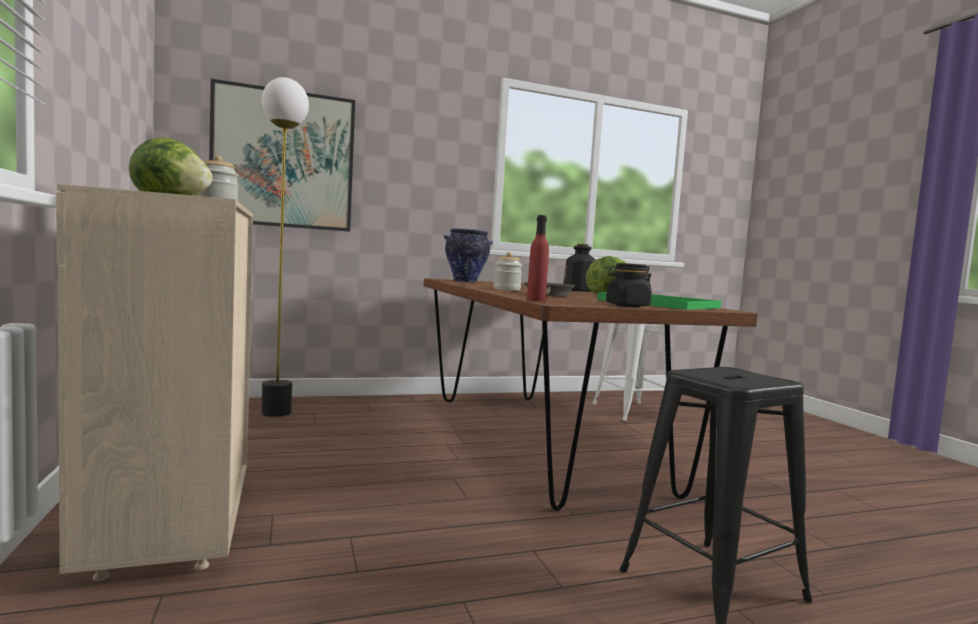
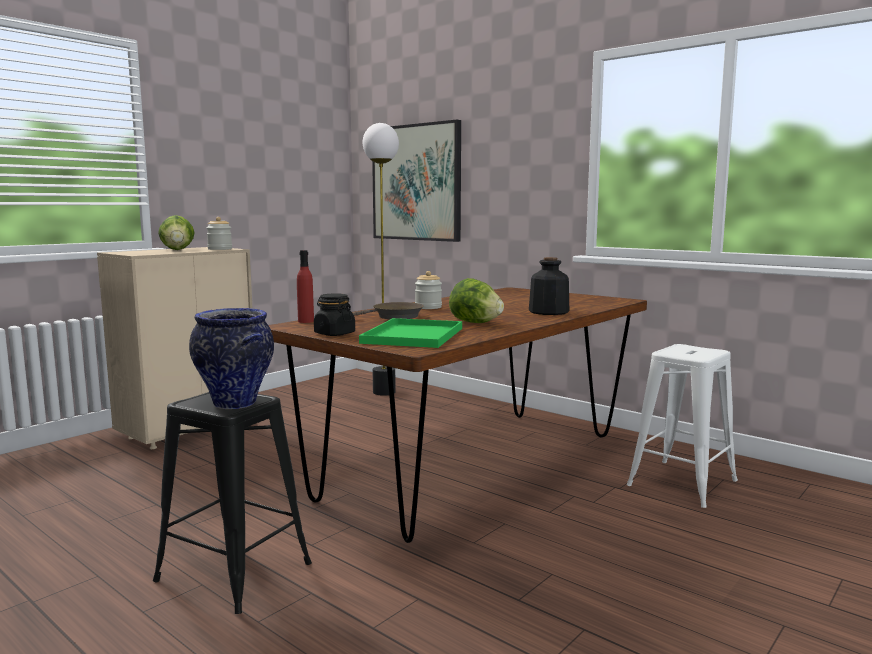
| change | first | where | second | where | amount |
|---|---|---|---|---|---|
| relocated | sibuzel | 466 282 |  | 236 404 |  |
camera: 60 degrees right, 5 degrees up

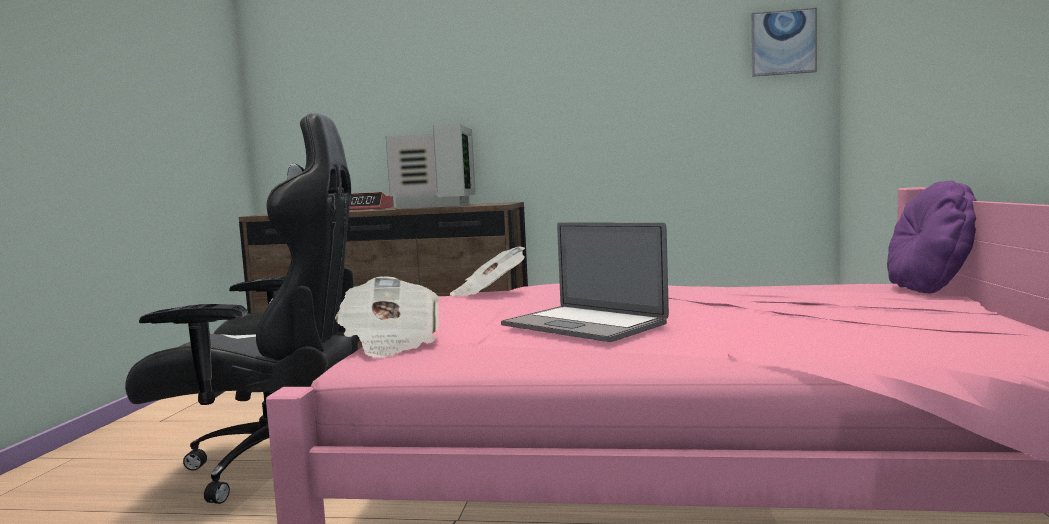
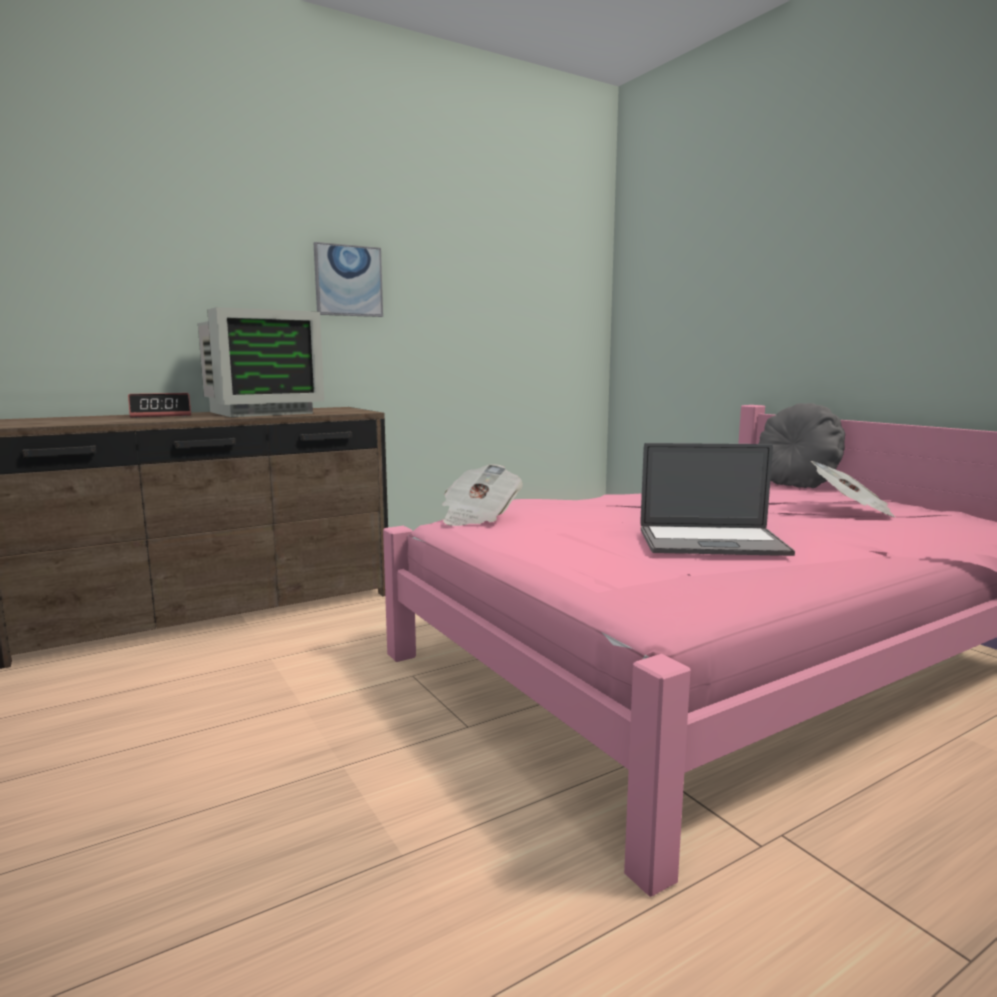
| change | first | where | second | where | amount |
|---|---|---|---|---|---|
| missing | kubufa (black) | 267 465 |  |  |  |
| relocated | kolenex | 390 344 |  | 851 510 |  |
| relocated | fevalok | 783 43 |  | 348 281 |  |
| colour | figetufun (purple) | 929 291 | figetufun (grey) | 796 486 |  |
| spun | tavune | 433 206 |  | 260 412 | 90 degrees clockwise |
camera: 40 degrees left, 5 degrees up

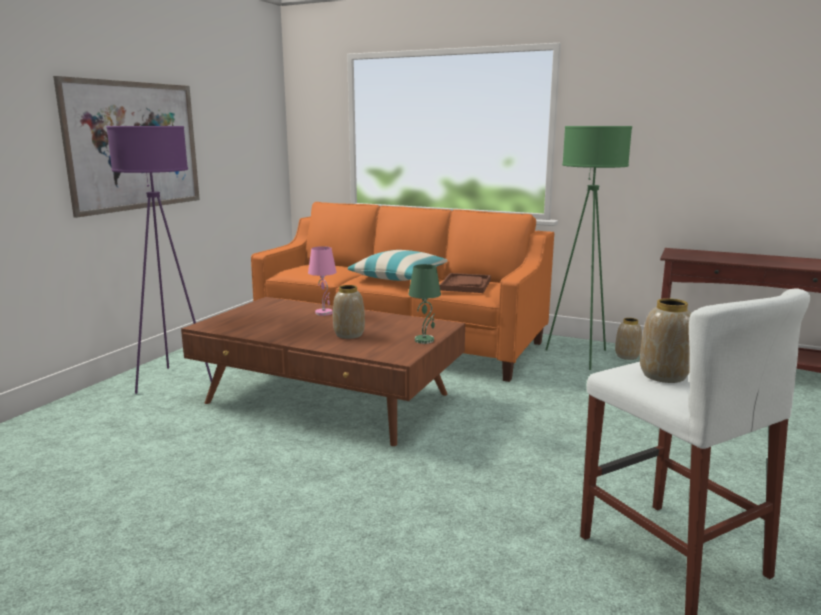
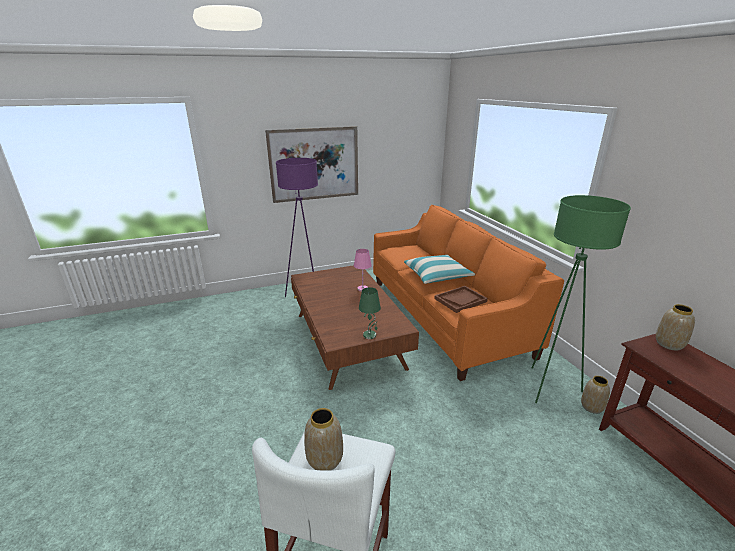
| change | first | where | second | where | amount |
|---|---|---|---|---|---|
| relocated | sibuzel | 349 335 |  | 669 344 |  |
camera: 45 degrees right, 10 degrees up

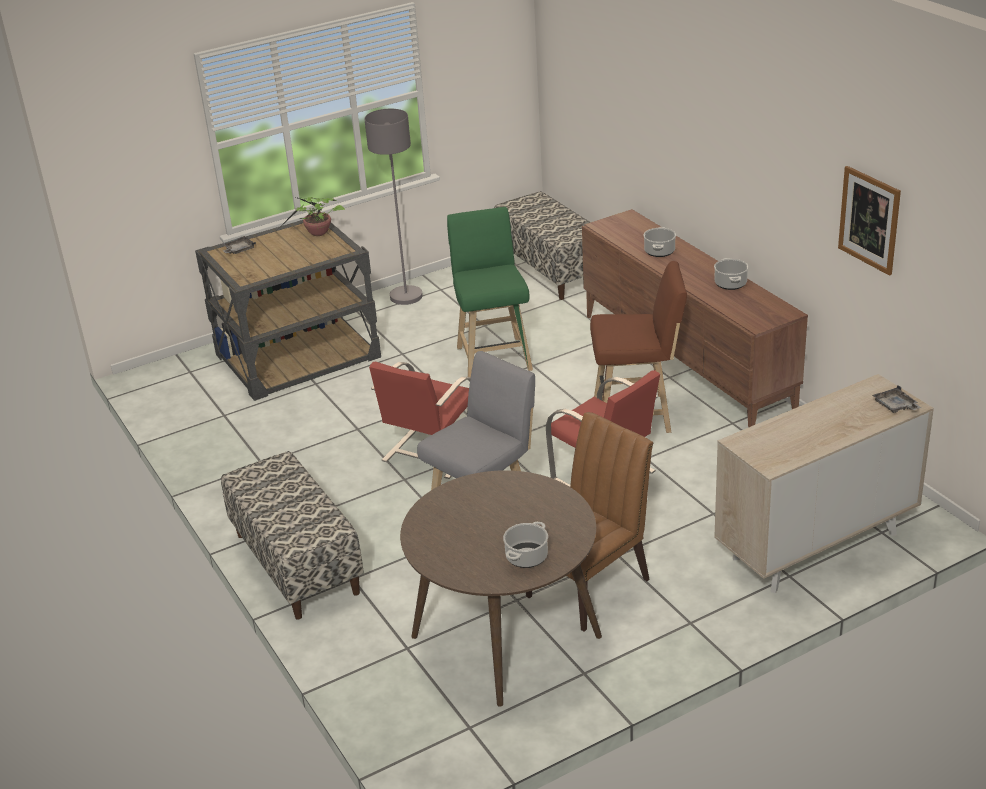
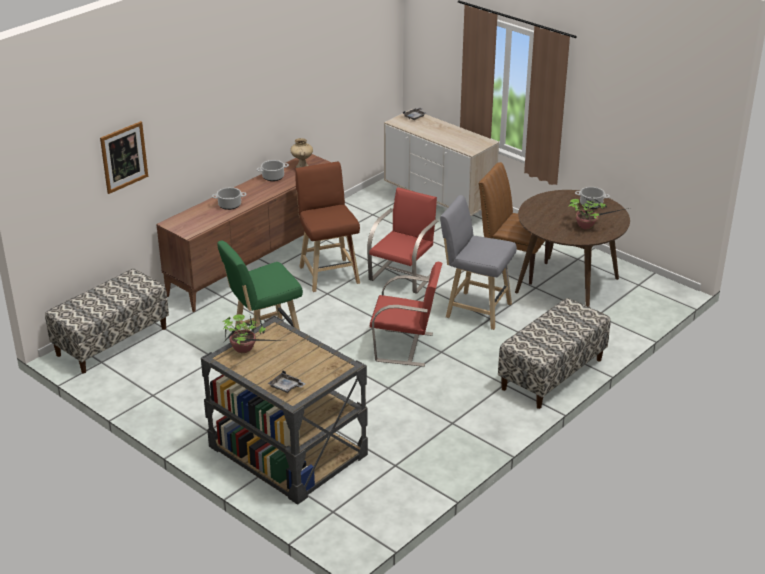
| change | first | where | second | where | amount |
|---|---|---|---|---|---|
| missing | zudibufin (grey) | 406 301 |  |  |  |
| appeared |  |  | sibuzel (beige) | 302 166 |  |
| appeared |  |  | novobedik | 587 226 |  |
| relocated | fevalok | 869 220 |  | 124 157 |  |
camera: 110 degrees left, 0 degrees up

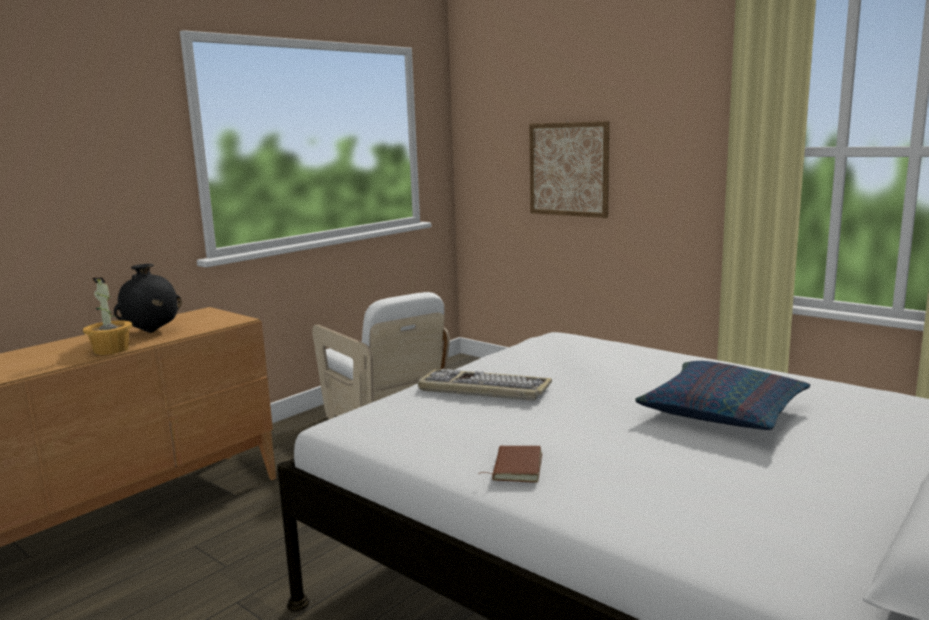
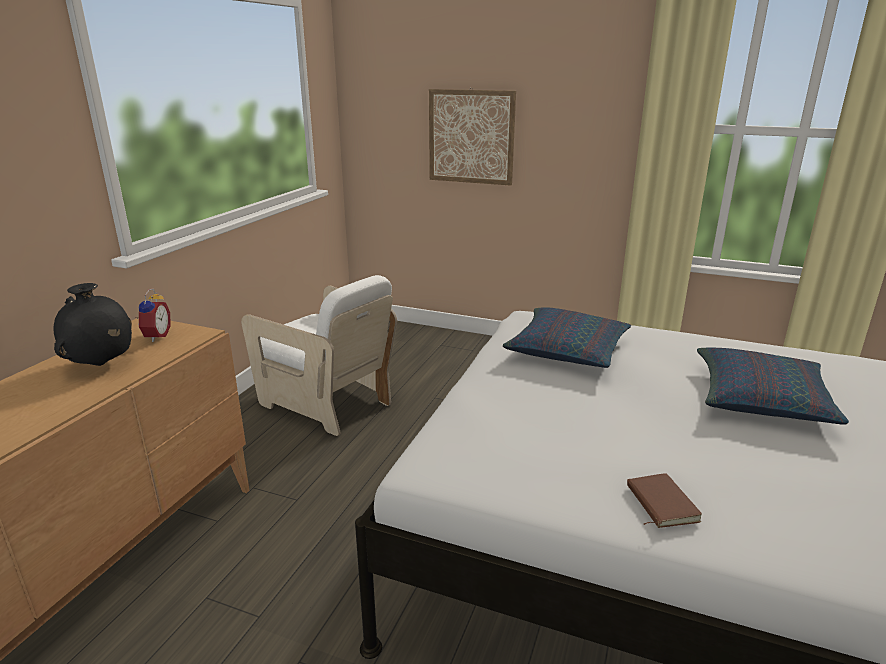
| change | first | where | second | where | amount |
|---|---|---|---|---|---|
| missing | novobedik | 111 350 |  |  |  |
| missing | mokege | 482 388 |  |  |  |
| appeared |  |  | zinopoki | 155 336 |  |
| appeared |  |  | figetufun (blue) | 567 350 |  |
camera: 20 degrees left, 10 degrees up

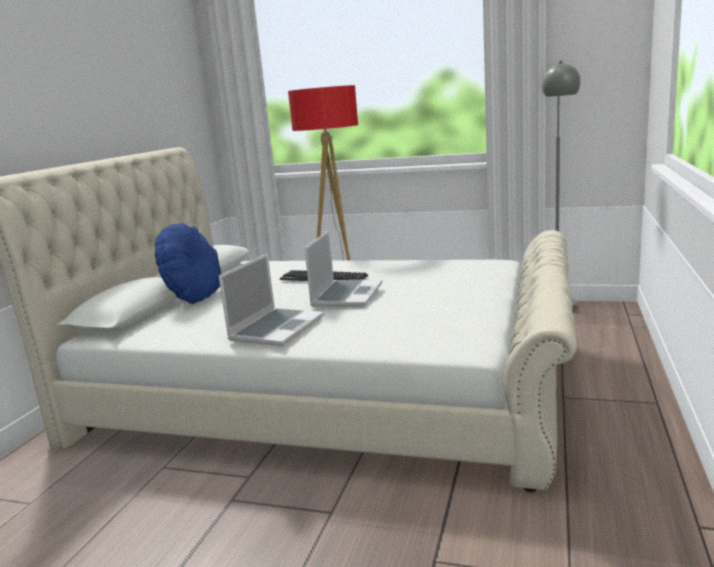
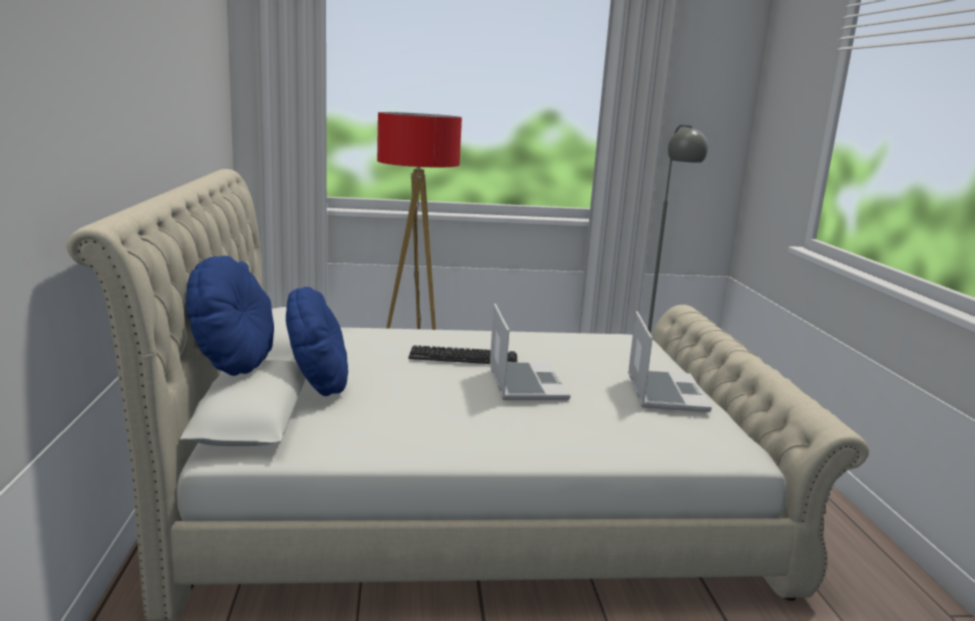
| change | first | where | second | where | amount |
|---|---|---|---|---|---|
| appeared |  |  | figetufun (blue) | 234 366 |  |
| relocated | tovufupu | 276 328 |  | 664 392 |  |
camera: 25 degrees left, 0 degrees up

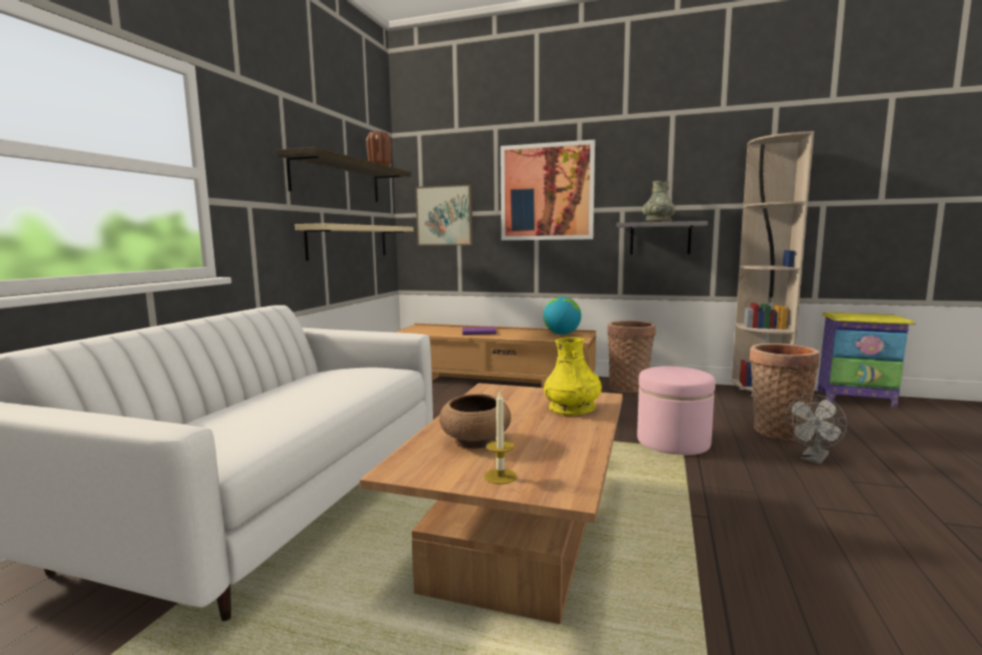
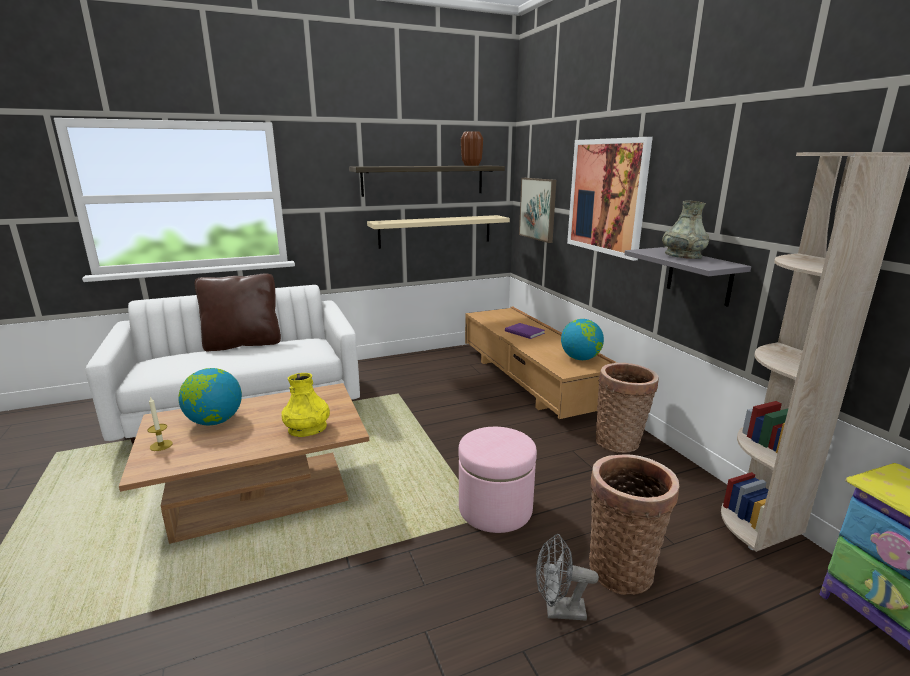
| change | first | where | second | where | amount |
|---|---|---|---|---|---|
| appeared |  |  | figetufun (brown) | 243 344 |  |
| exchanged | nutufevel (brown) | 476 441 | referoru | 215 421 |  |
camera: 50 degrees right, 10 degrees up

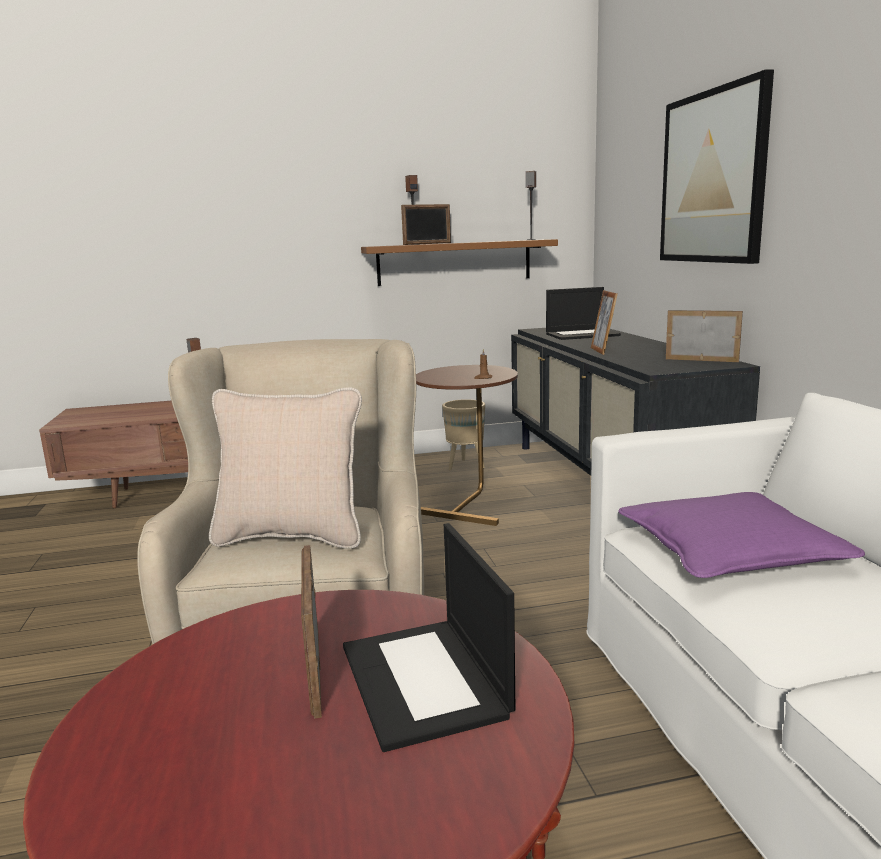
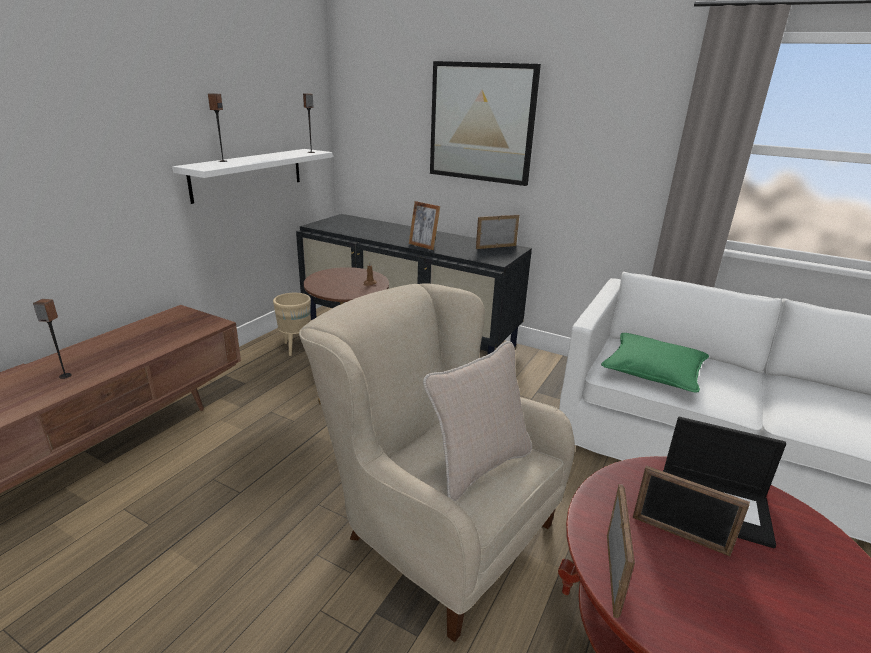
| change | first | where | second | where | amount |
|---|---|---|---|---|---|
| missing | tovufupu | 582 335 |  |  |  |
| relocated | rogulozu | 427 244 |  | 612 573 |  |
| colour | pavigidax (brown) | 454 262 | pavigidax (white) | 248 174 |  |
| colour | figetufun (purple) | 729 549 | figetufun (green) | 653 369 |  |
camera: 50 degrees left, 10 degrees up

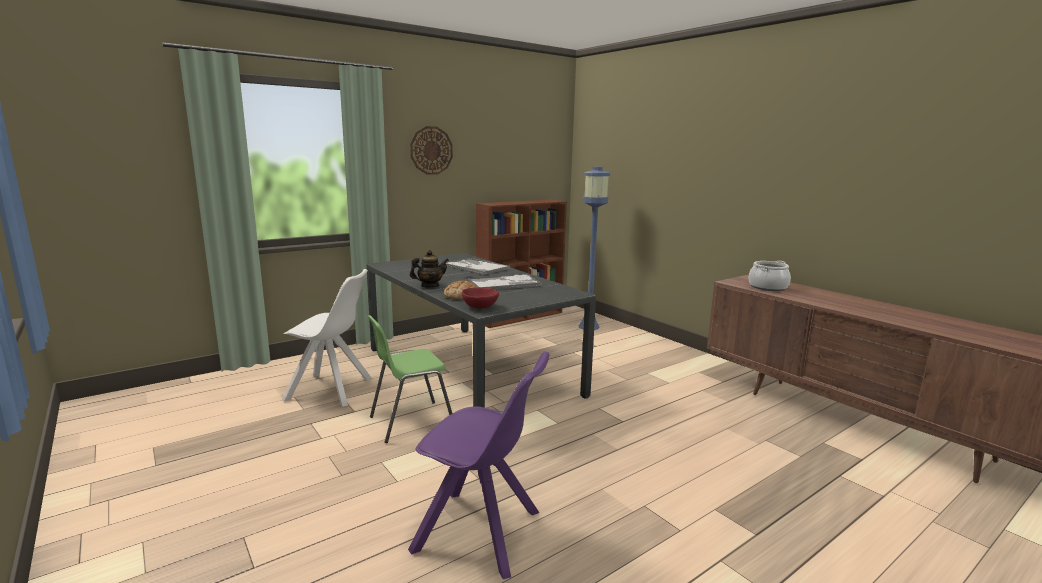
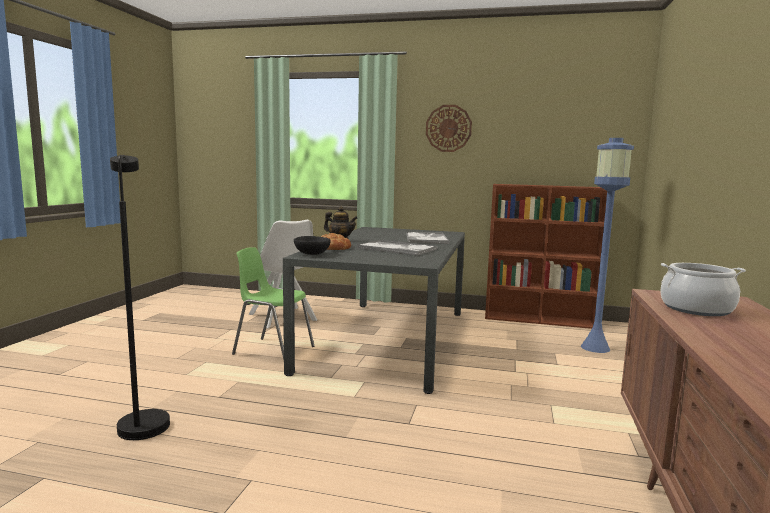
| change | first | where | second | where | amount |
|---|---|---|---|---|---|
| exchanged | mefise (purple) | 480 532 | zudibufin (black) | 142 421 |  |
| colour | nutufevel (red) | 480 307 | nutufevel (black) | 311 254 |  |
camera: 50 degrees right, 5 degrees down

